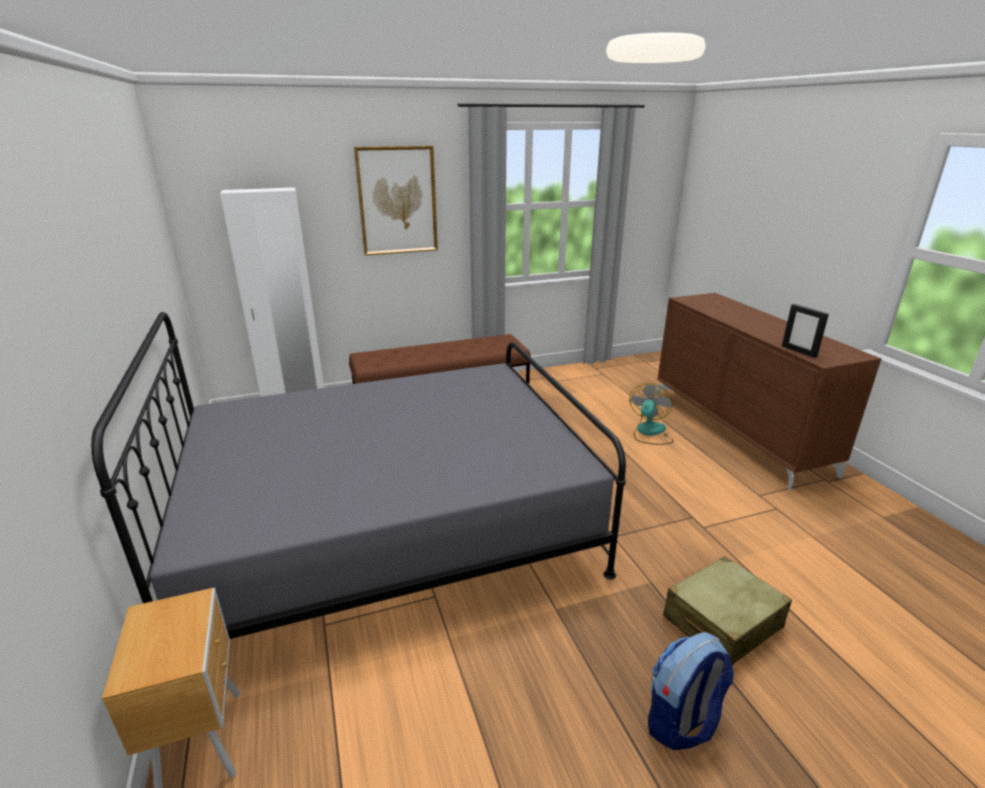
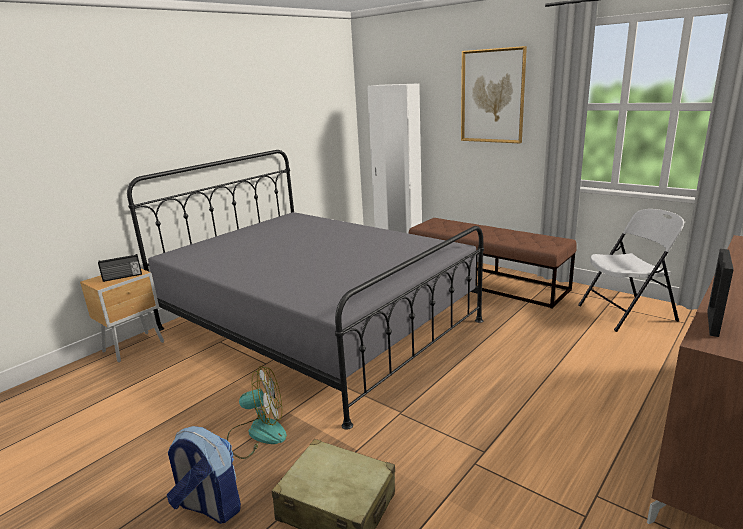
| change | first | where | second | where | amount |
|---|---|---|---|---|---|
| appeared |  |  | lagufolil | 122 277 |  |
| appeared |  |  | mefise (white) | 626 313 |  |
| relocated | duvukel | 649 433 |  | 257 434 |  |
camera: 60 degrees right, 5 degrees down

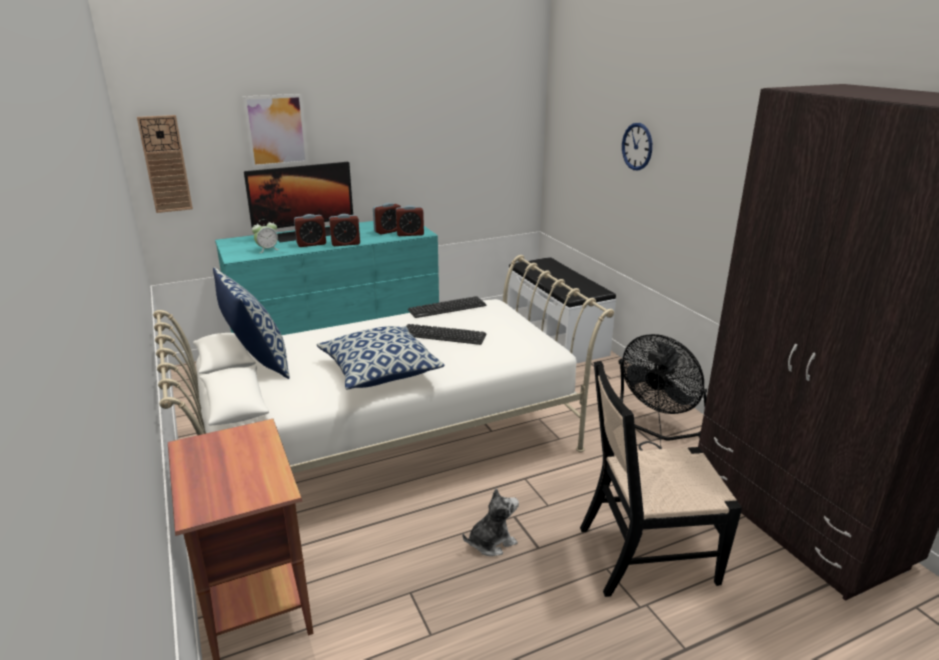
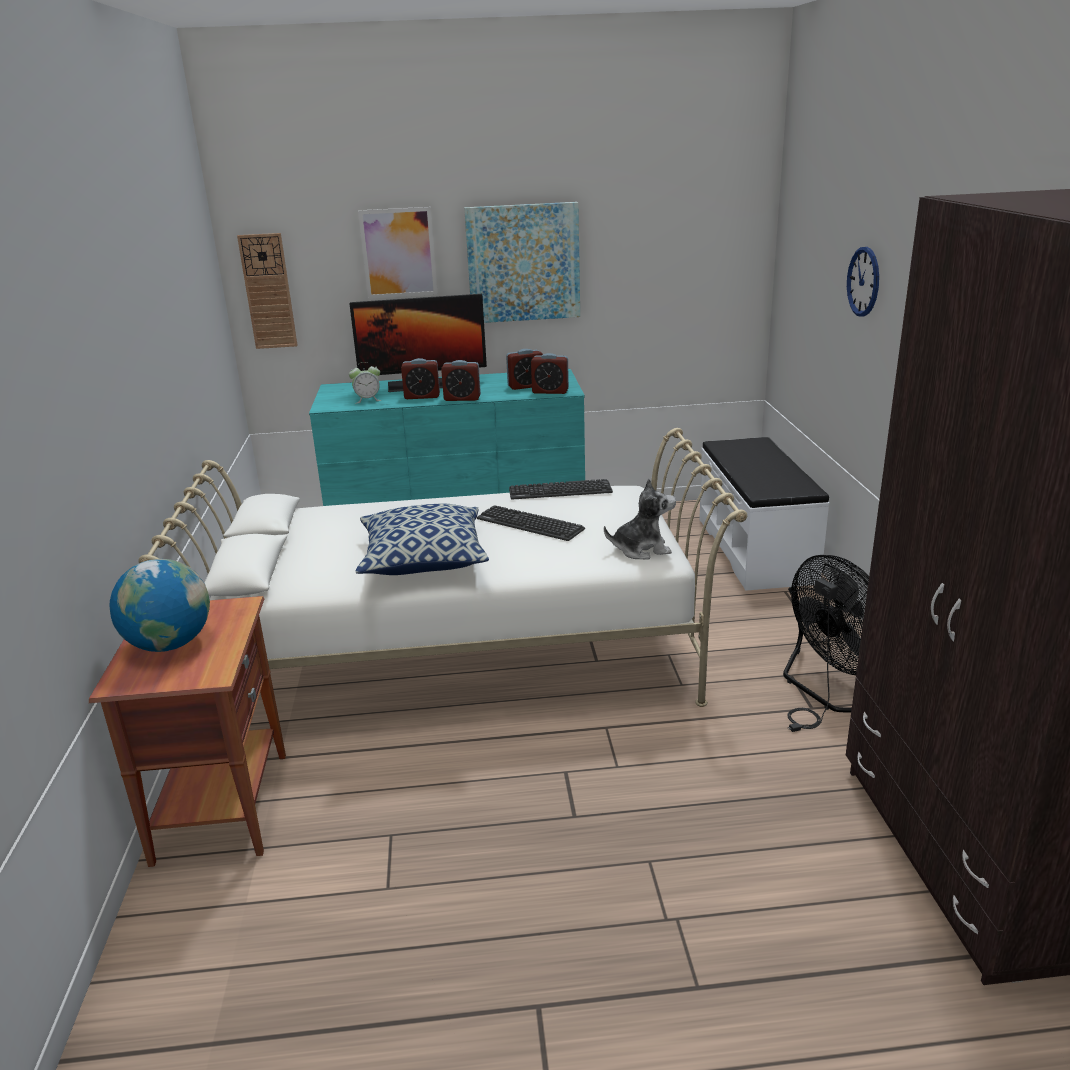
| change | first | where | second | where | amount |
|---|---|---|---|---|---|
| missing | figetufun | 257 363 |  |  |  |
| missing | mefise | 646 556 |  |  |  |
| appeared |  |  | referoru | 170 644 |  |
| appeared |  |  | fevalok | 523 263 |  |
| relocated | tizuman | 491 542 |  | 641 549 |  |
camera: 20 degrees right, 0 degrees up

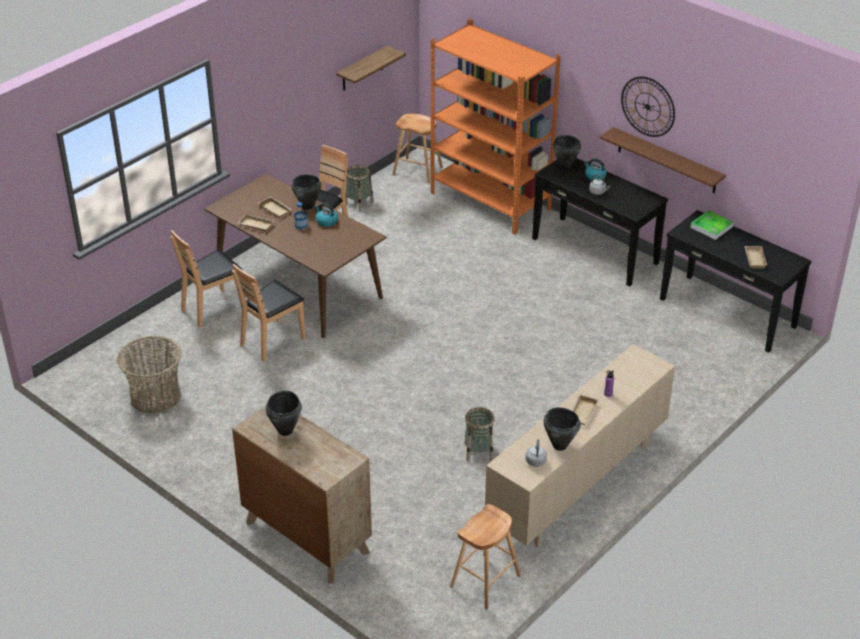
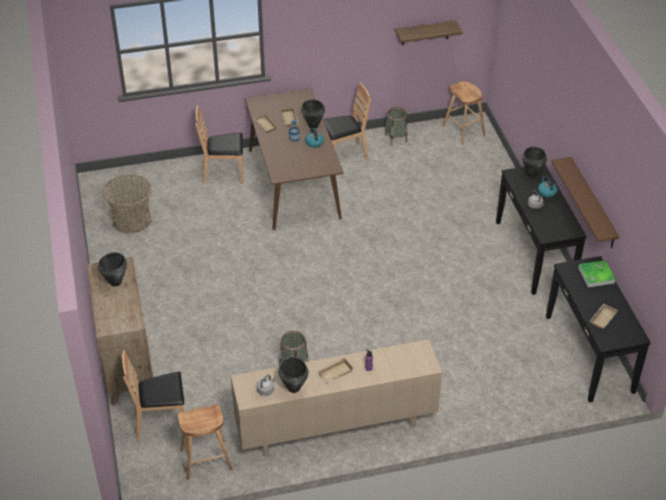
| change | first | where | second | where | amount |
|---|---|---|---|---|---|
| missing | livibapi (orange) | 490 201 |  |  |  |
| missing | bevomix | 648 106 |  |  |  |
| relocated | mefise (brown) | 272 341 |  | 161 421 |  |
camera: 35 degrees right, 5 degrees up

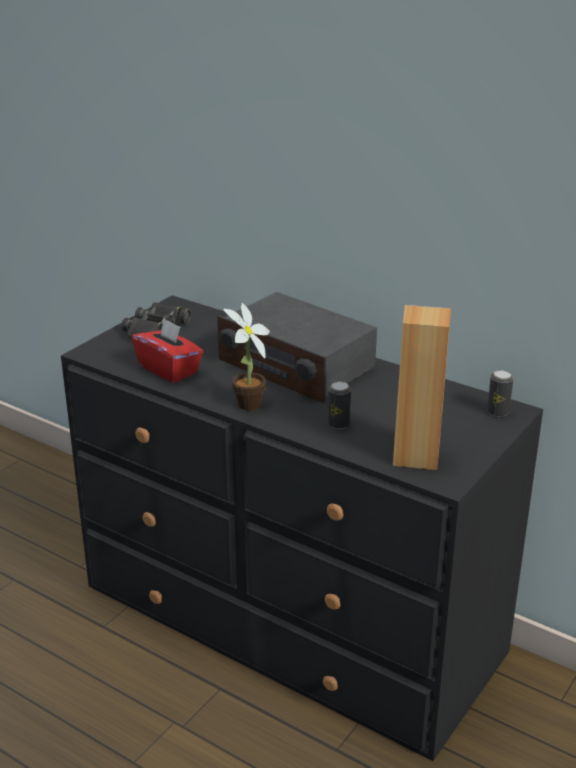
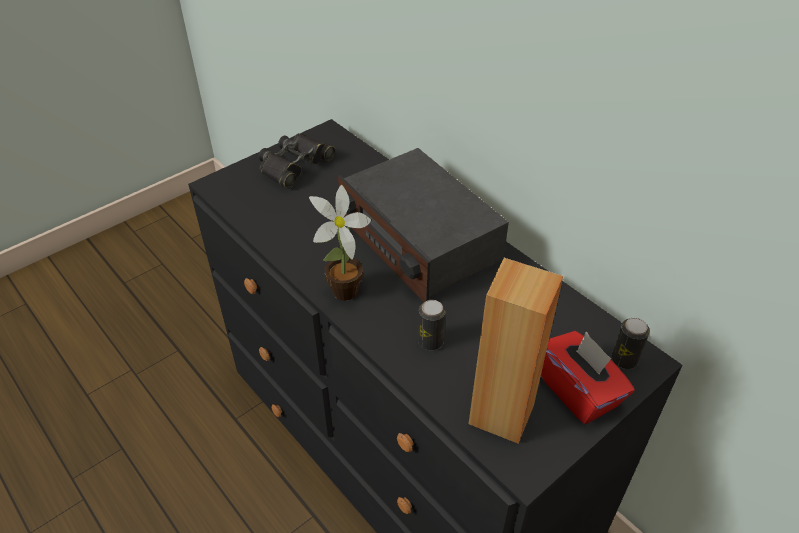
| change | first | where | second | where | amount |
|---|---|---|---|---|---|
| relocated | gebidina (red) | 169 369 |  | 578 391 |  |
camera: 15 degrees right, 15 degrees up

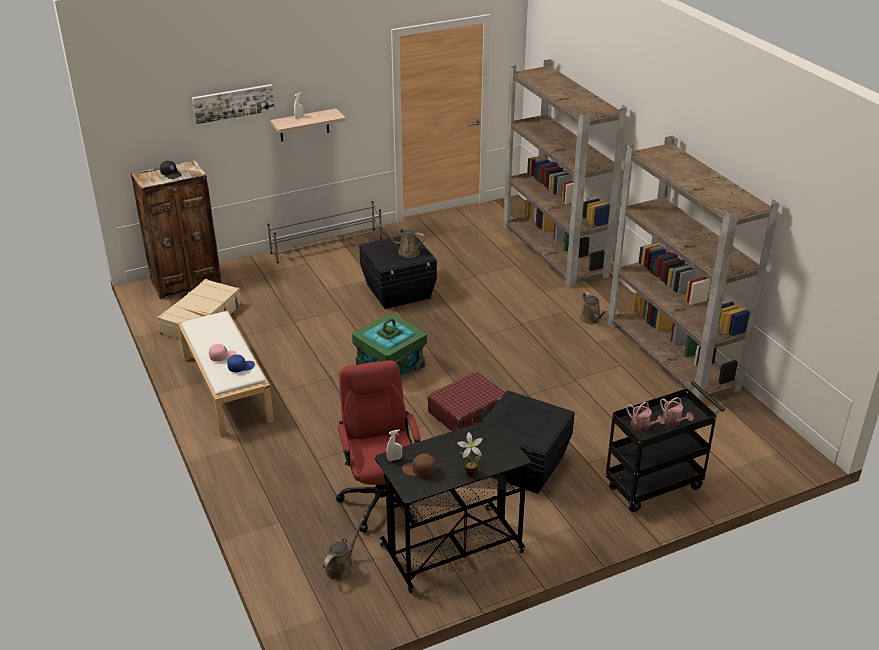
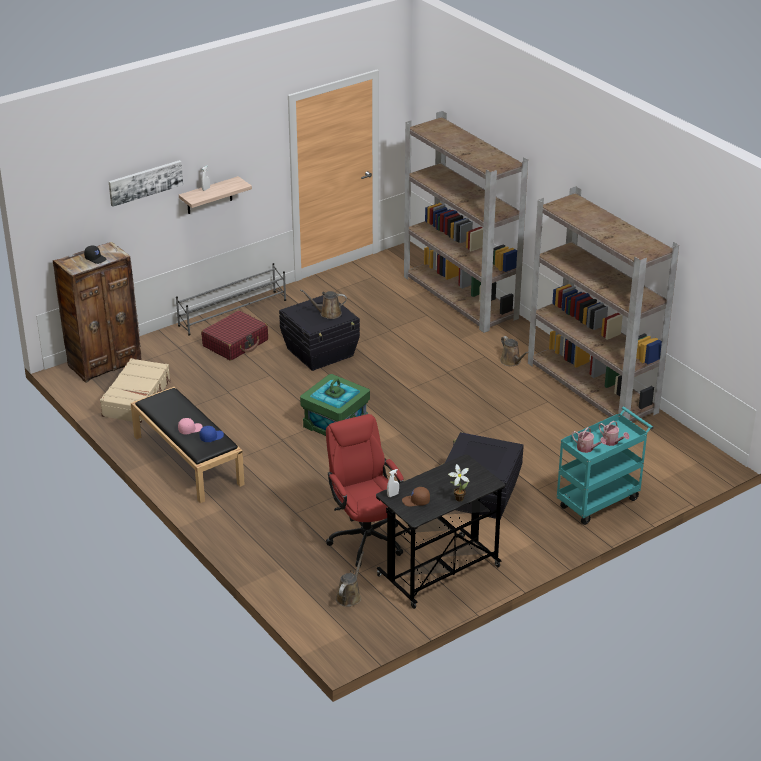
| change | first | where | second | where | amount |
|---|---|---|---|---|---|
| relocated | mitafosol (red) | 468 412 |  | 235 343 |  |
| colour | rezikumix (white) | 226 388 | rezikumix (black) | 187 460 |  |
| colour | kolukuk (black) | 656 488 | kolukuk (turquoise) | 600 503 |  |
camera: 10 degrees left, 0 degrees up

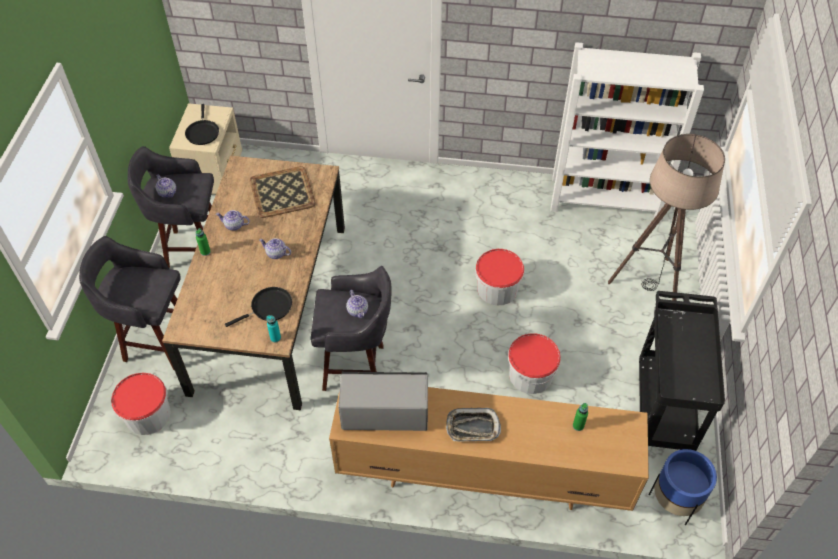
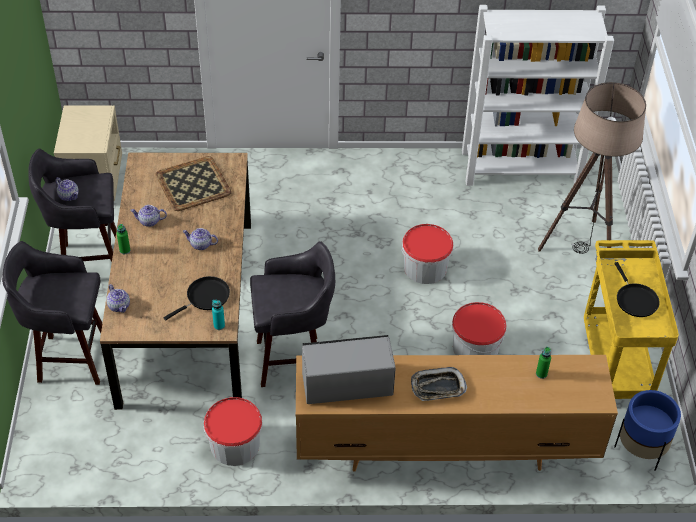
| change | first | where | second | where | amount |
|---|---|---|---|---|---|
| relocated | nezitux | 148 415 |  | 235 445 |  |
| relocated | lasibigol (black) | 202 132 |  | 635 300 |  |
| relocated | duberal | 358 311 |  | 119 306 |  |
| colour | kolukuk (black) | 663 404 | kolukuk (yellow) | 614 361 |  |
camera: 10 degrees left, 5 degrees down

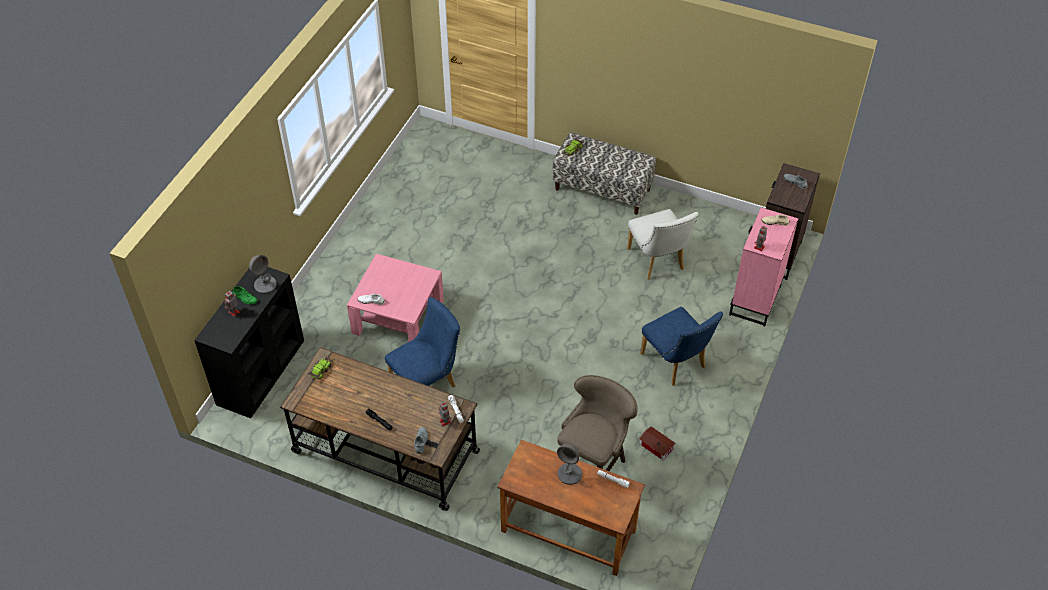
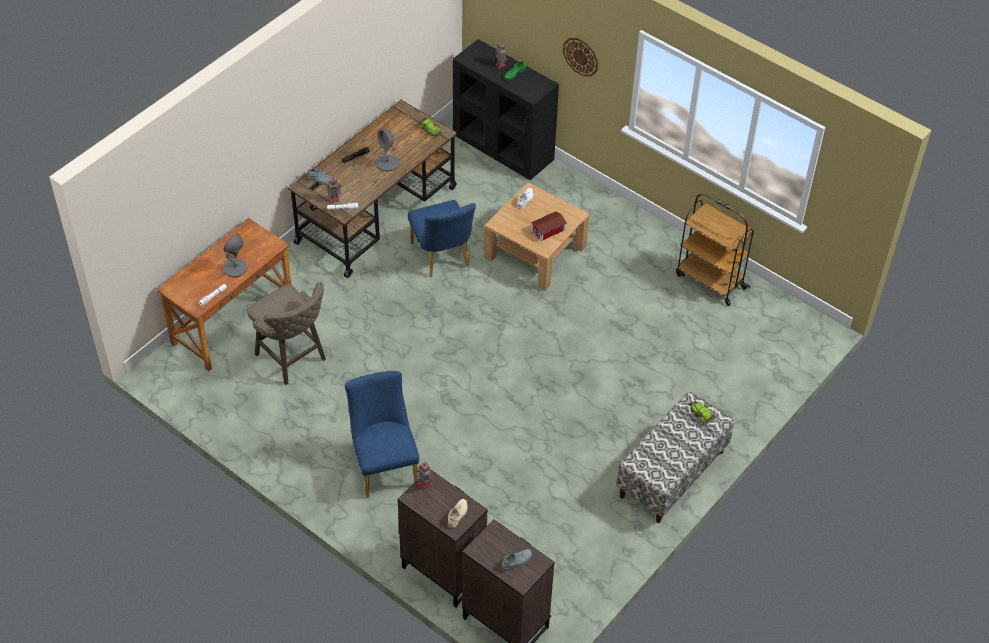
| change | first | where | second | where | amount |
|---|---|---|---|---|---|
| missing | mefise (white) | 658 262 |  |  |  |
| appeared |  |  | bevomix | 581 56 |  |
| appeared |  |  | kolukuk (brown) | 710 281 |  |
| relocated | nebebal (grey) | 265 285 |  | 387 163 |  |
| relocated | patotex | 656 445 |  | 549 230 |  |
| colour | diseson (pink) | 398 316 | diseson (brown) | 535 252 |  |
| colour | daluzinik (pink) | 755 300 | daluzinik (brown) | 443 571 |  |
| spun | mefise (blue) | 676 364 |  | 384 464 | 90 degrees clockwise |
camera: 105 degrees right, 0 degrees up

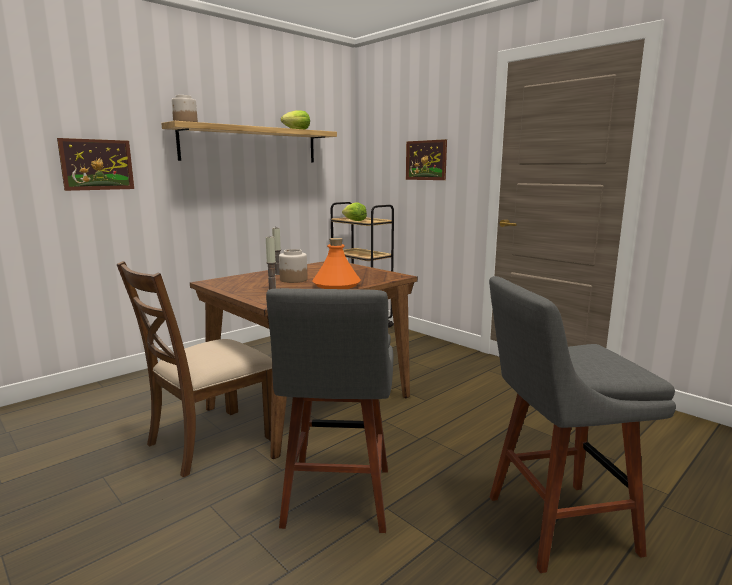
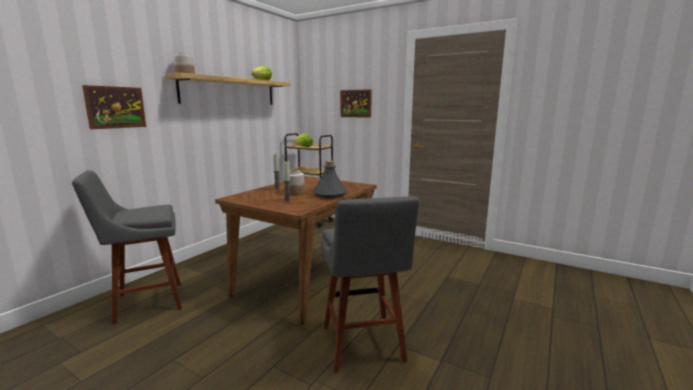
| change | first | where | second | where | amount |
|---|---|---|---|---|---|
| missing | mefise (brown) | 210 440 |  |  |  |
| relocated | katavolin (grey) | 553 525 |  | 145 303 |  |
| colour | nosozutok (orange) | 336 285 | nosozutok (grey) | 330 194 |  |
camera: 15 degrees left, 0 degrees up

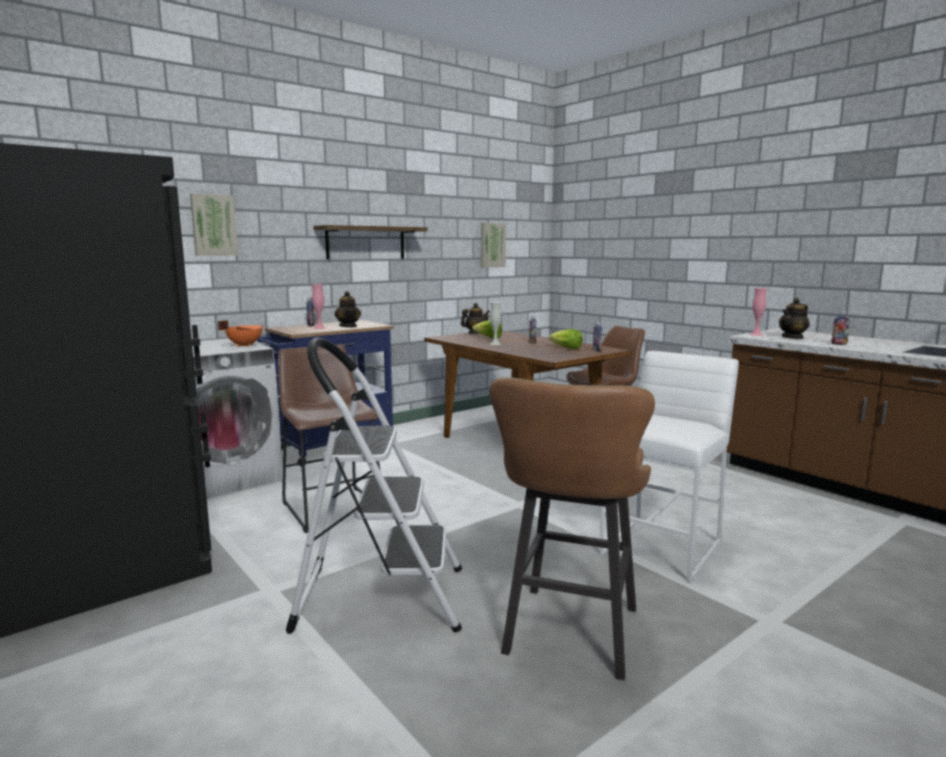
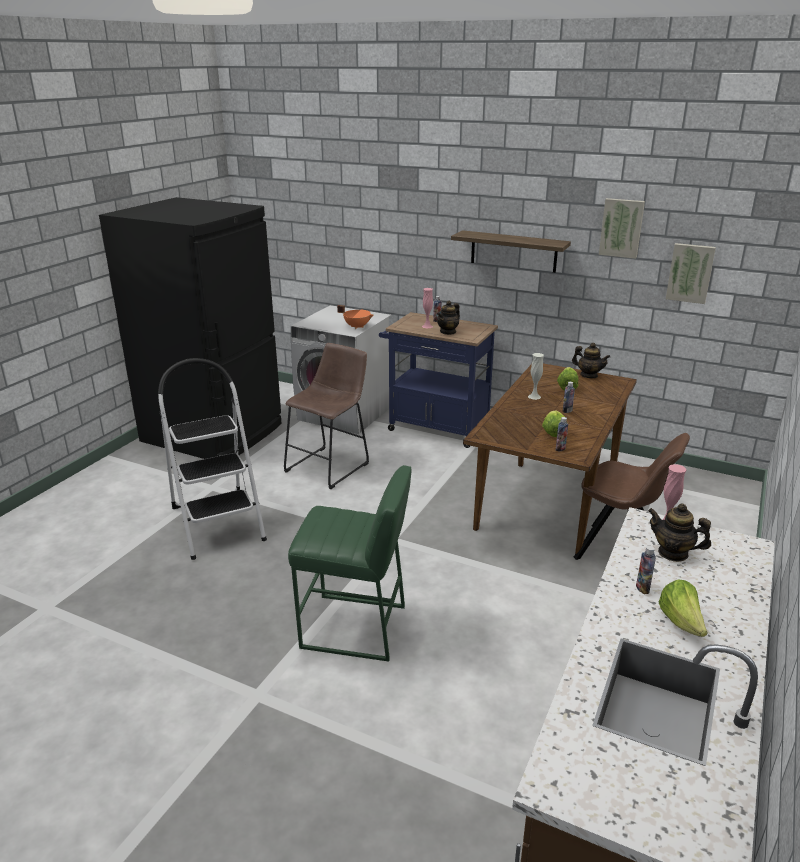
| change | first | where | second | where | amount |
|---|---|---|---|---|---|
| missing | katavolin (brown) | 568 641 |  |  |  |
| appeared |  |  | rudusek | 681 622 |  |
| relocated | fevalok | 213 225 |  | 621 228 |  |
| colour | katavolin (white) | 662 547 | katavolin (green) | 355 627 |  |
camera: 65 degrees right, 15 degrees up

